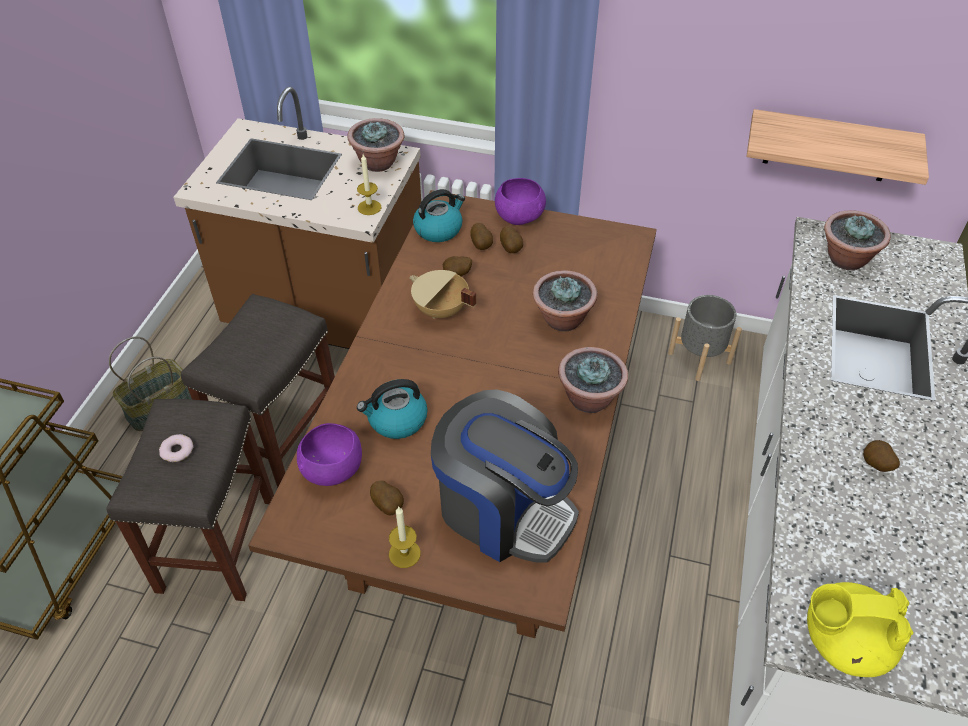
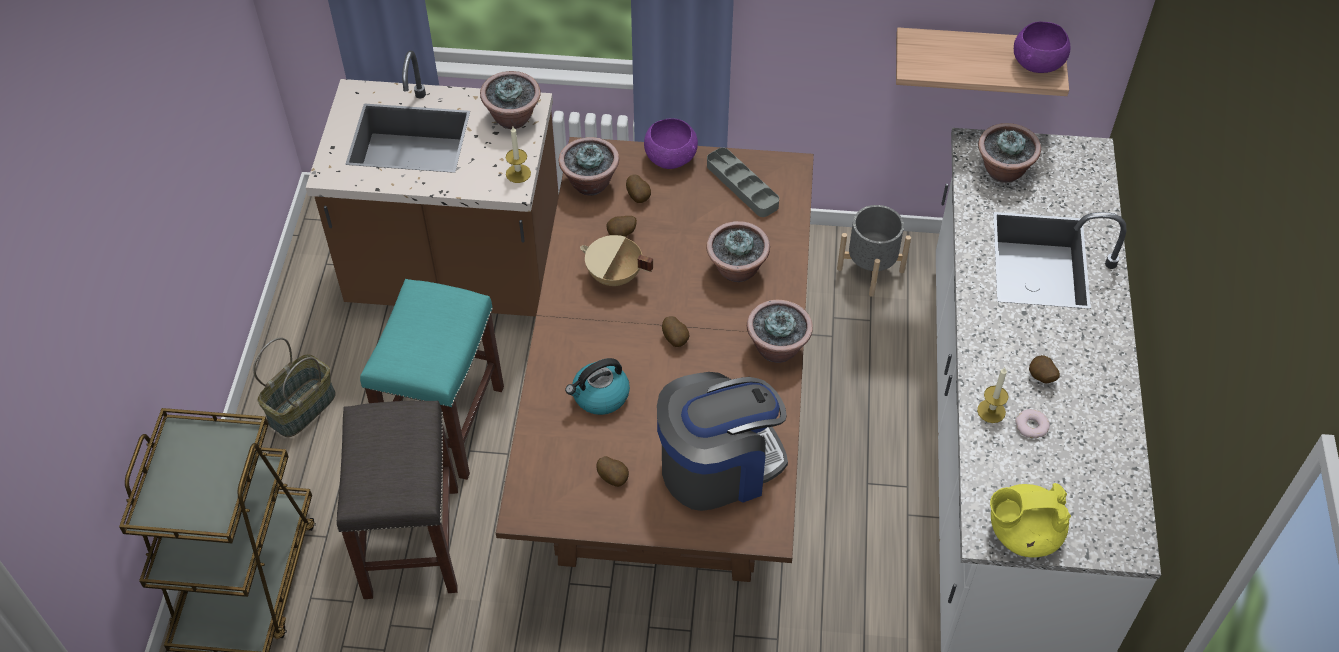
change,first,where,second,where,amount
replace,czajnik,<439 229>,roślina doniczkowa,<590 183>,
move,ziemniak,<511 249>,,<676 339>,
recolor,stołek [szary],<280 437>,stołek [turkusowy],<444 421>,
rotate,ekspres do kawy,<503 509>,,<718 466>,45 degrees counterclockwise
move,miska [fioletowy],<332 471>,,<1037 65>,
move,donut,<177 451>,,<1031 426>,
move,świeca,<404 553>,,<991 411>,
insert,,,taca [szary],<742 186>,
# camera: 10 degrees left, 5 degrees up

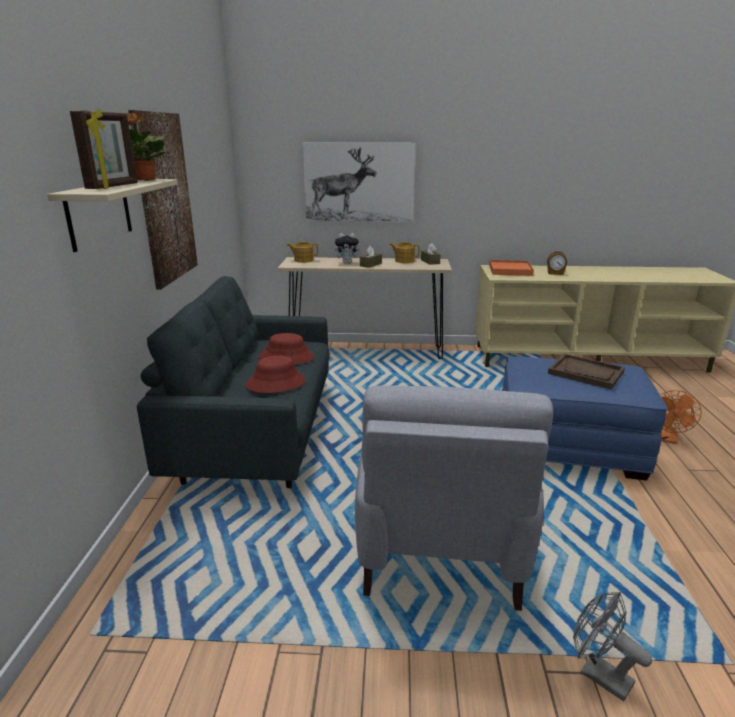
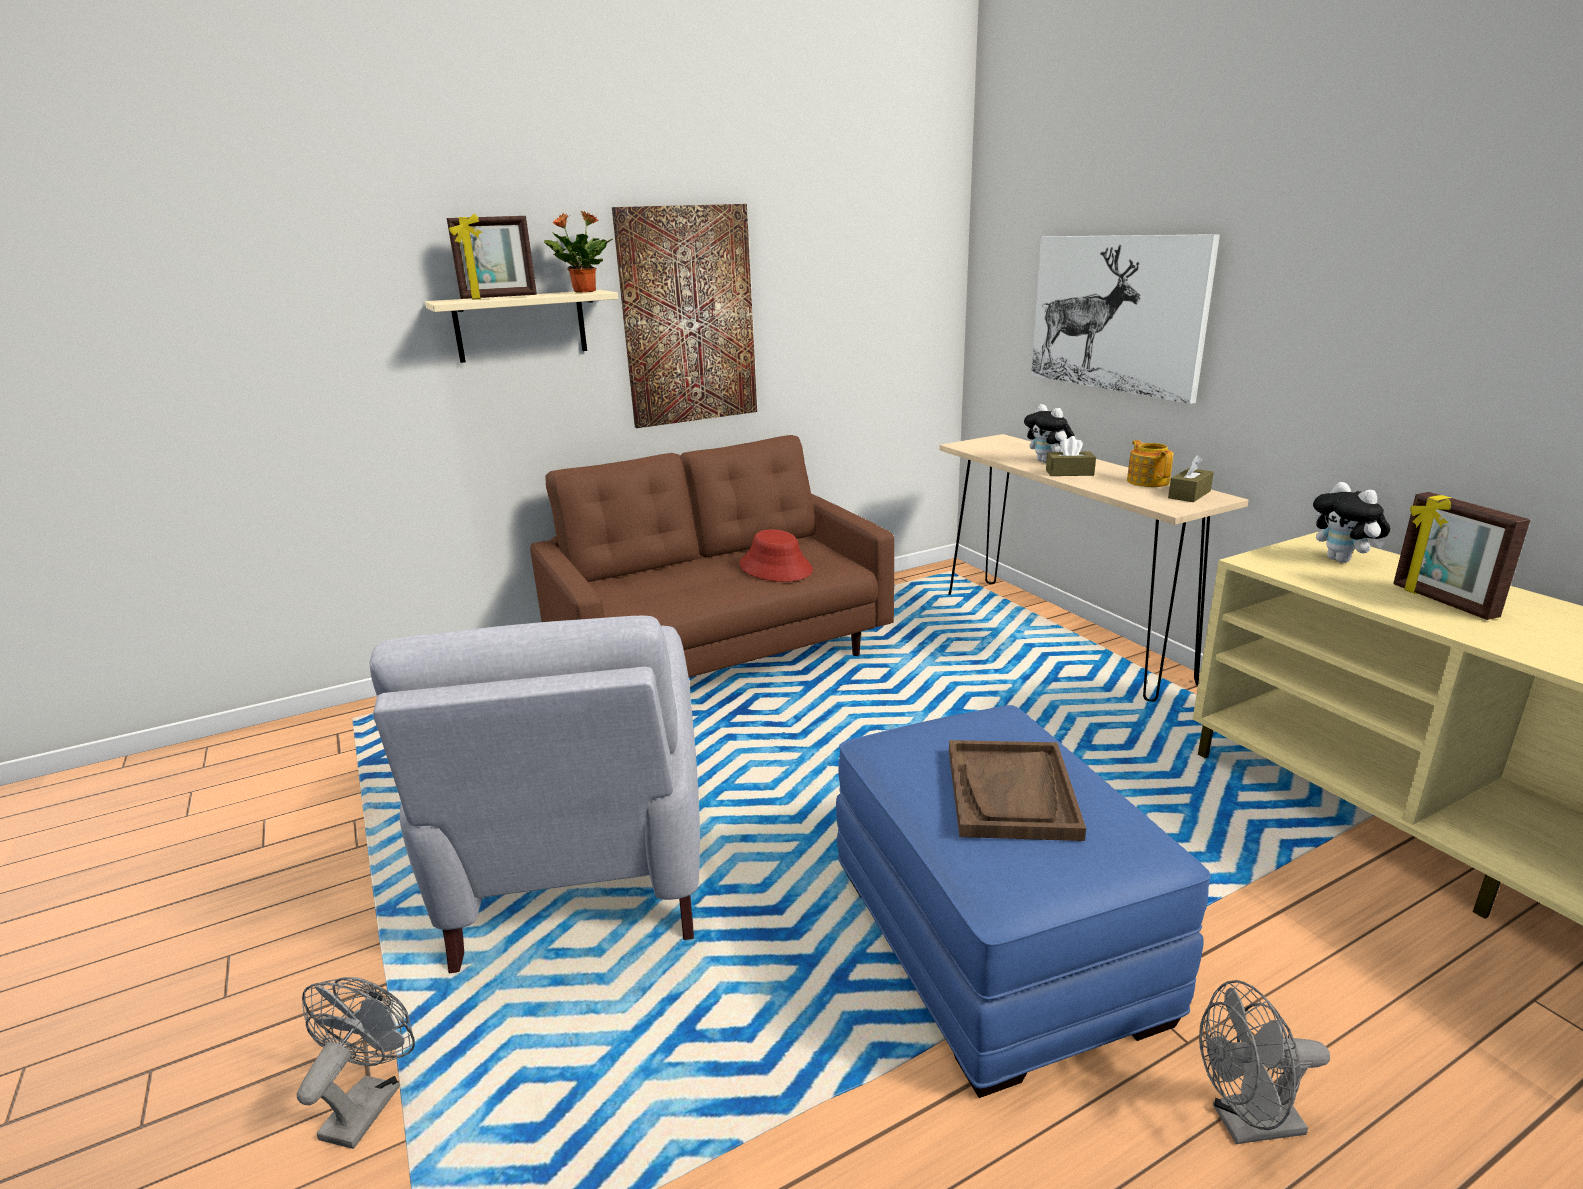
change,first,where,second,where,amount
delete,imbryk,<303 260>,,,
replace,budzik,<555 273>,ramka na zdjęcie,<1442 601>,
replace,taca [pomarańczowy],<510 270>,pluszak,<1342 560>,
recolor,kanapa [szary],<257 434>,kanapa [brązowy],<721 657>,
delete,kapelusz [czerwony],<275 383>,,,
rotate,fotel [szary],<440 544>,,<580 871>,75 degrees counterclockwise
recolor,wentylator [pomarańczowy],<668 439>,wentylator [szary],<1246 1123>,
# camera: 60 degrees right, 0 degrees up

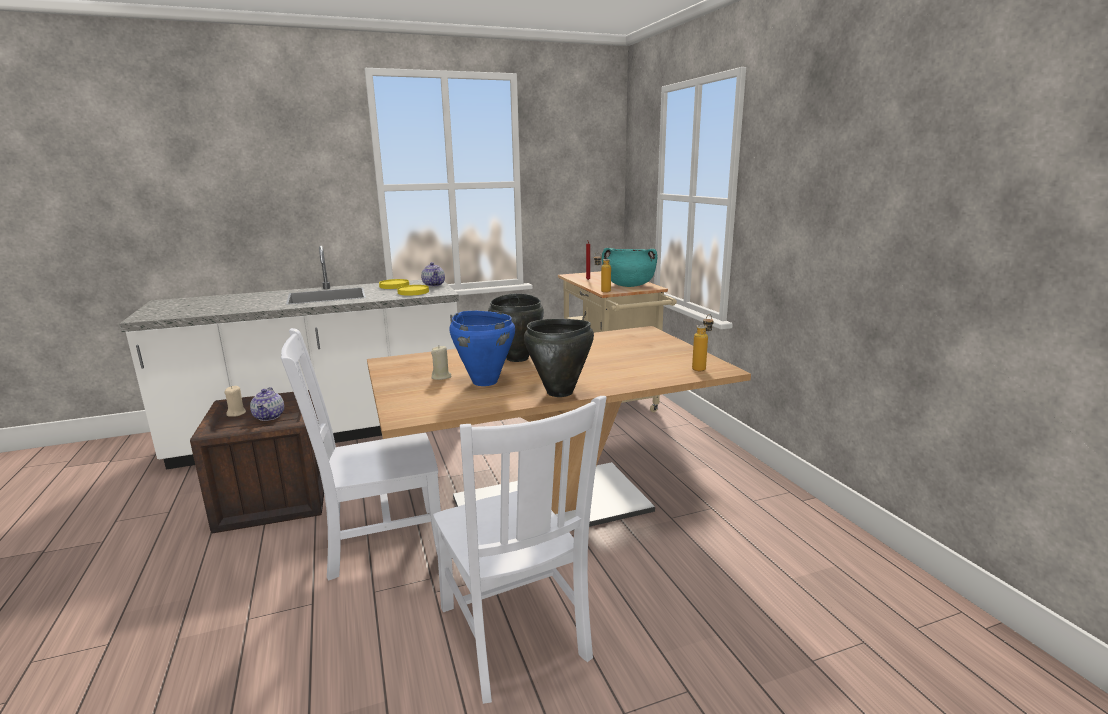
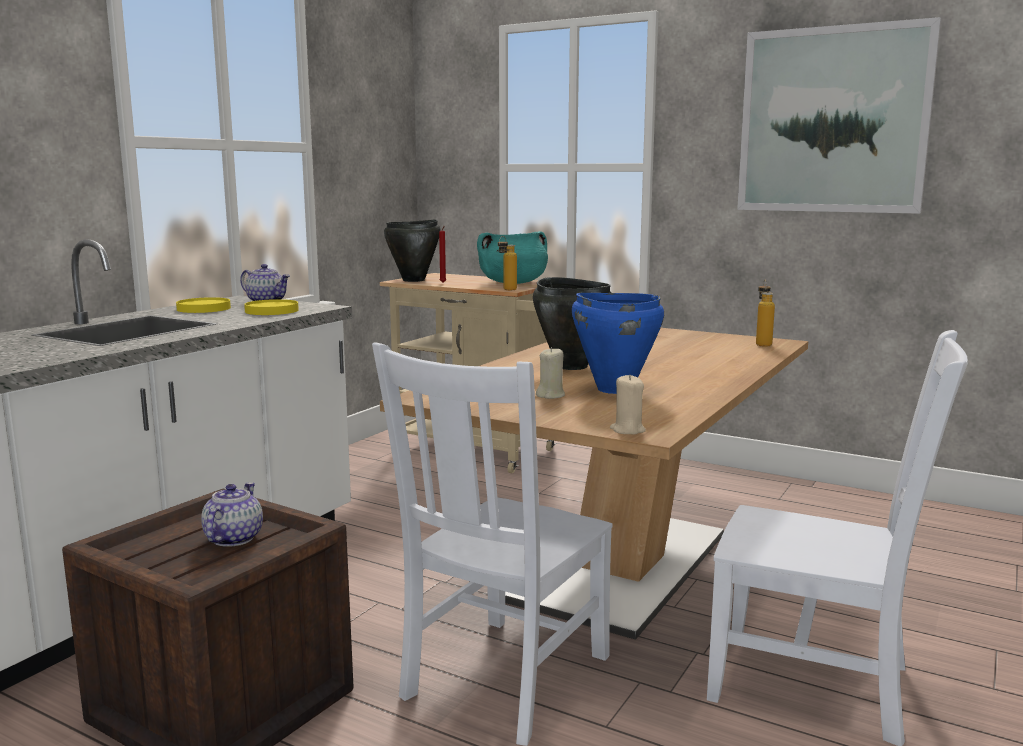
change,first,where,second,where,amount
move,garnek [czarny],<560 392>,,<414 280>,
move,świeca [beżowy],<236 413>,,<627 430>,
rotate,imbryk,<269 416>,,<233 538>,120 degrees counterclockwise
insert,,,obraz,<833 121>,
# camera: 40 degrees left, 5 degrees down

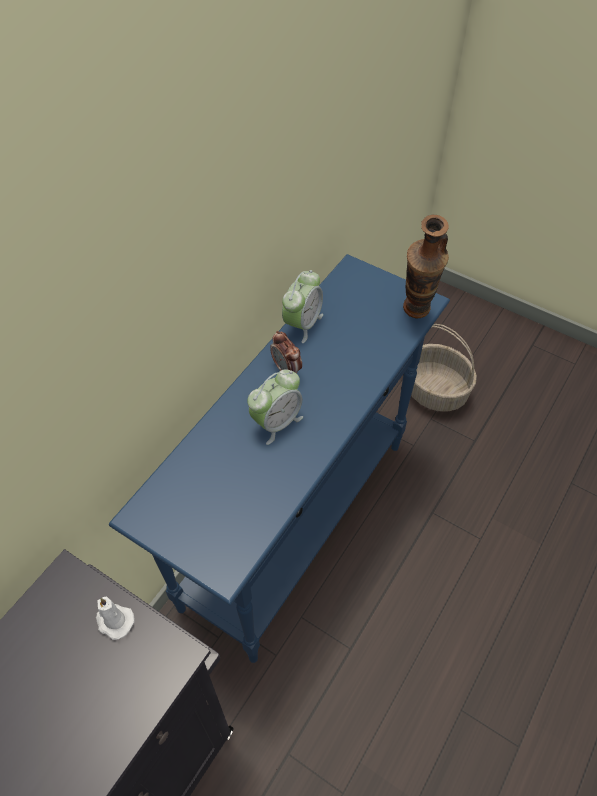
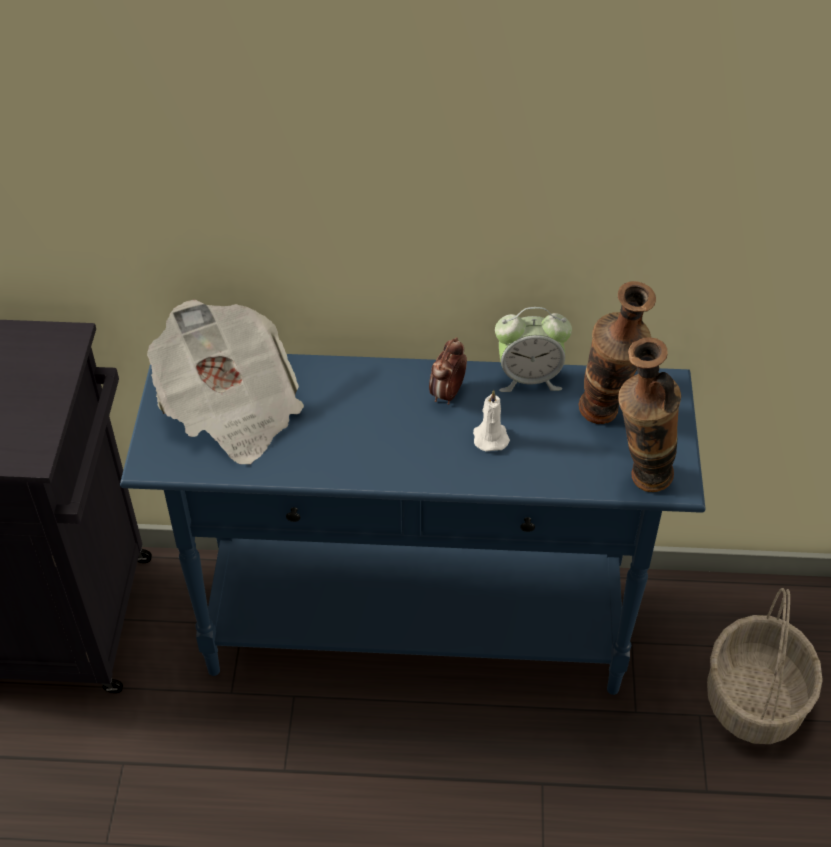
change,first,where,second,where,amount
delete,budzik,<276 422>,,,
move,świeca [biały],<114 621>,,<490 436>,
insert,,,wazon,<604 420>,
insert,,,gazeta,<230 408>,
# camera: 60 degrees right, 5 degrees down

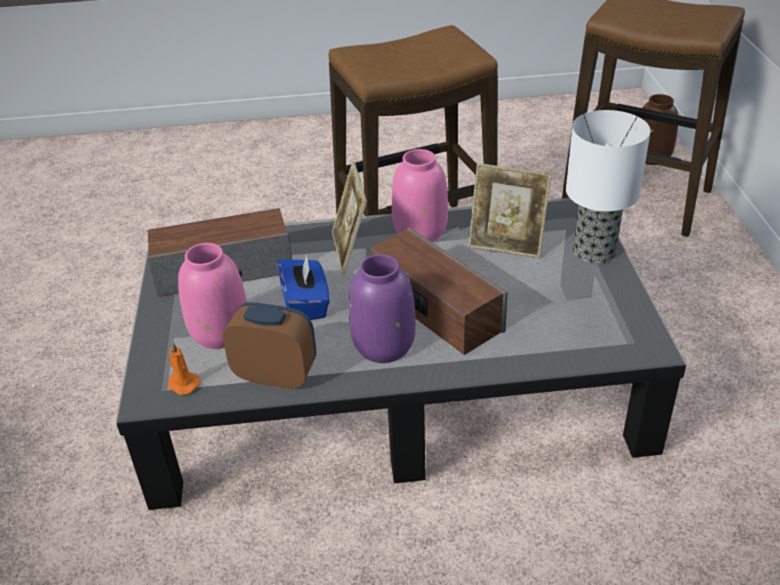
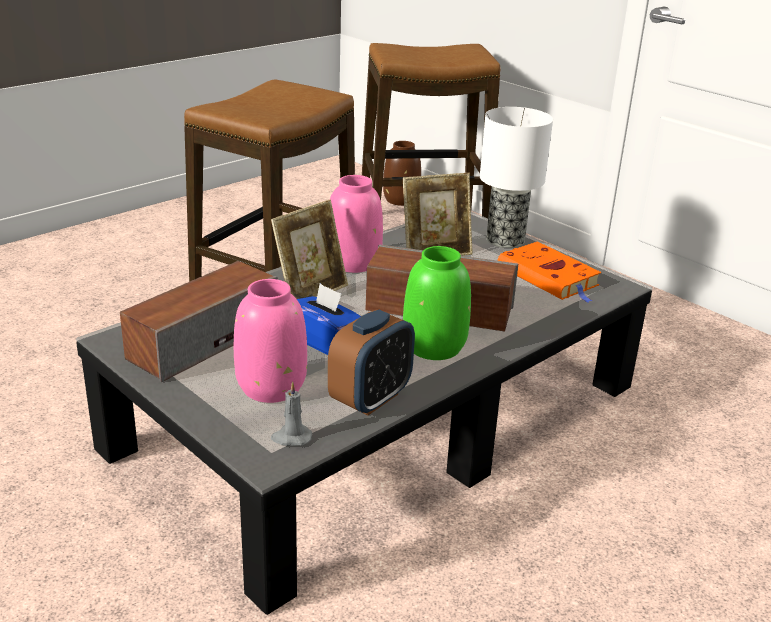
change,first,where,second,where,amount
rotate,ramka na zdjęcie,<350 252>,,<311 292>,90 degrees counterclockwise
recolor,wazon [fioletowy],<383 347>,wazon [zielony],<434 347>,
rotate,budzik,<275 375>,,<370 399>,150 degrees clockwise
recolor,świeca [pomarańczowy],<182 384>,świeca [szary],<291 437>,
insert,,,książka [pomarańczowy],<550 277>,
# camera: 40 degrees left, 10 degrees down

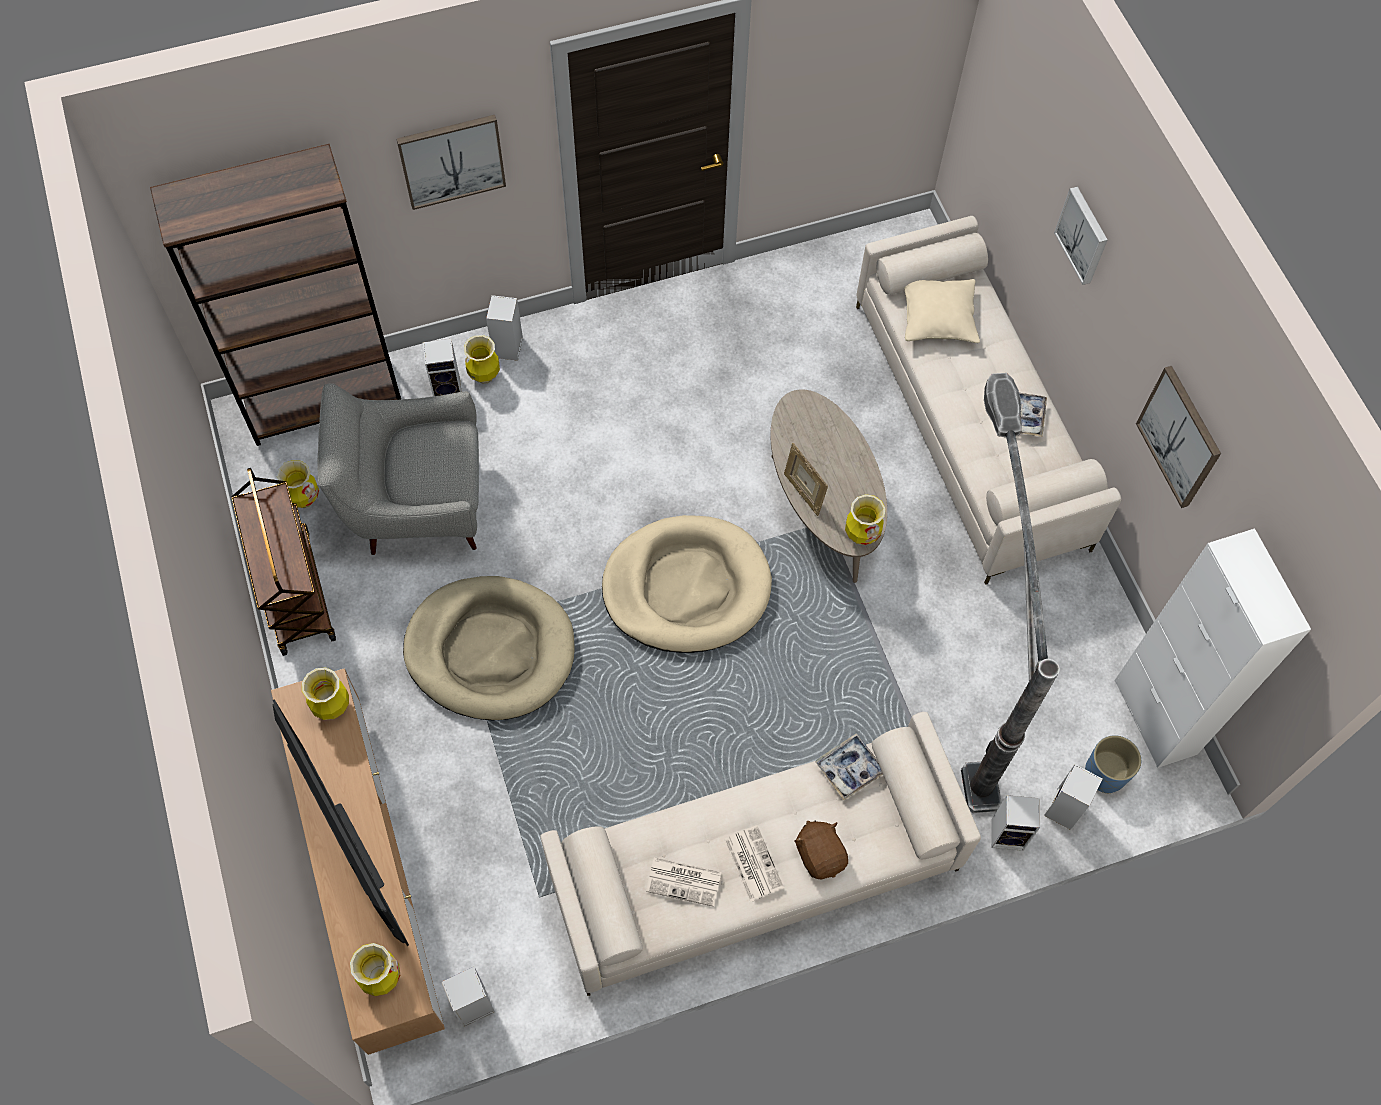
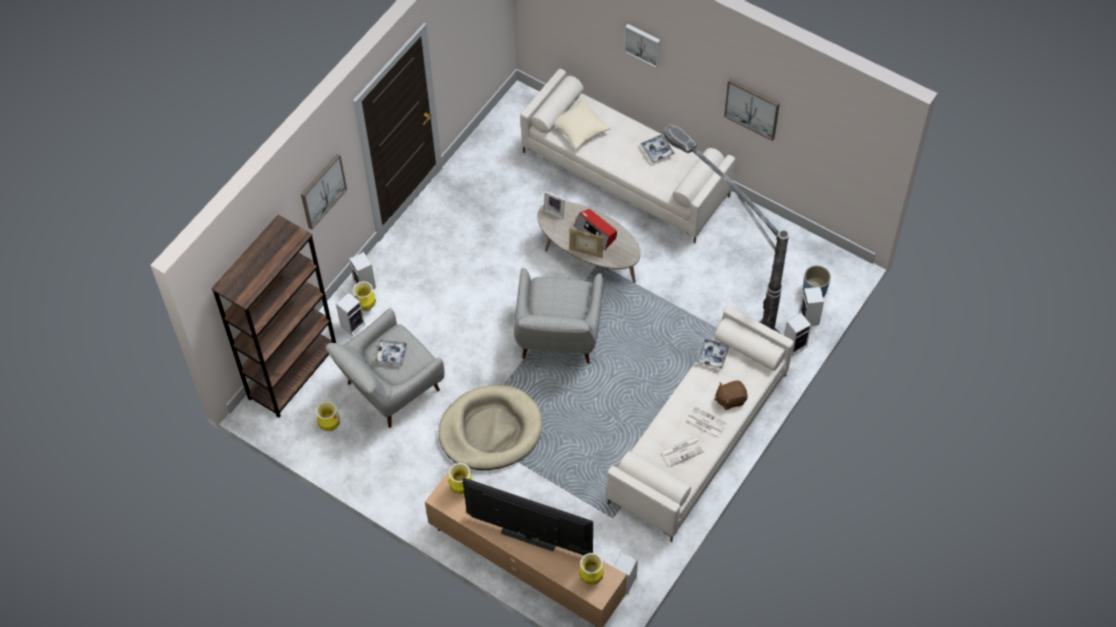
change,first,where,second,where,amount
delete,wózek [brązowy],<294 591>,,,
delete,wazon,<861 536>,,,
replace,legowisko [beżowy],<686 587>,fotel [szary],<558 338>,
delete,szafka [biały],<1155 717>,,,
rotate,pluszak [brązowy],<820 855>,,<730 399>,45 degrees counterclockwise
insert,,,ramka na zdjęcie,<555 211>,
insert,,,radio,<596 232>,
insert,,,taca,<391 354>,
# camera: 35 degrees left, 5 degrees down

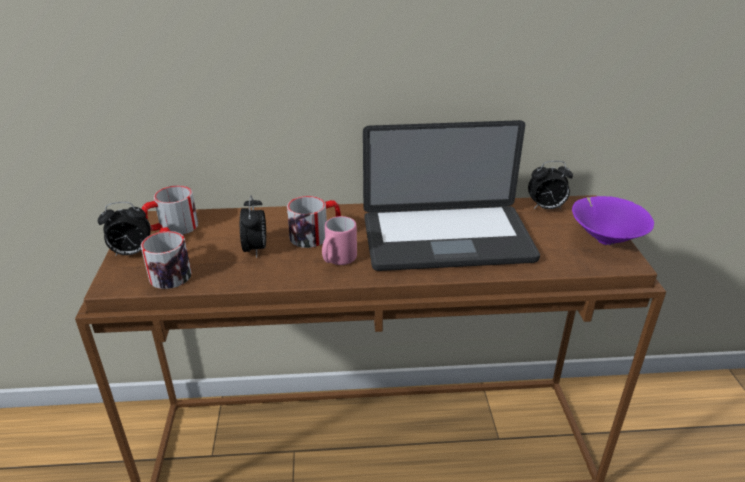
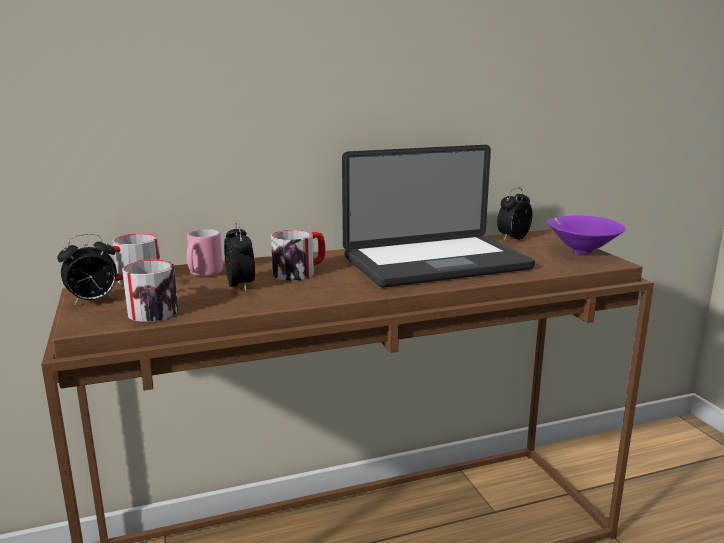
change,first,where,second,where,amount
rotate,budzik,<546 208>,,<512 239>,150 degrees clockwise
move,kubek [różowy],<338 260>,,<203 274>,
# camera: 15 degrees left, 15 degrees down

